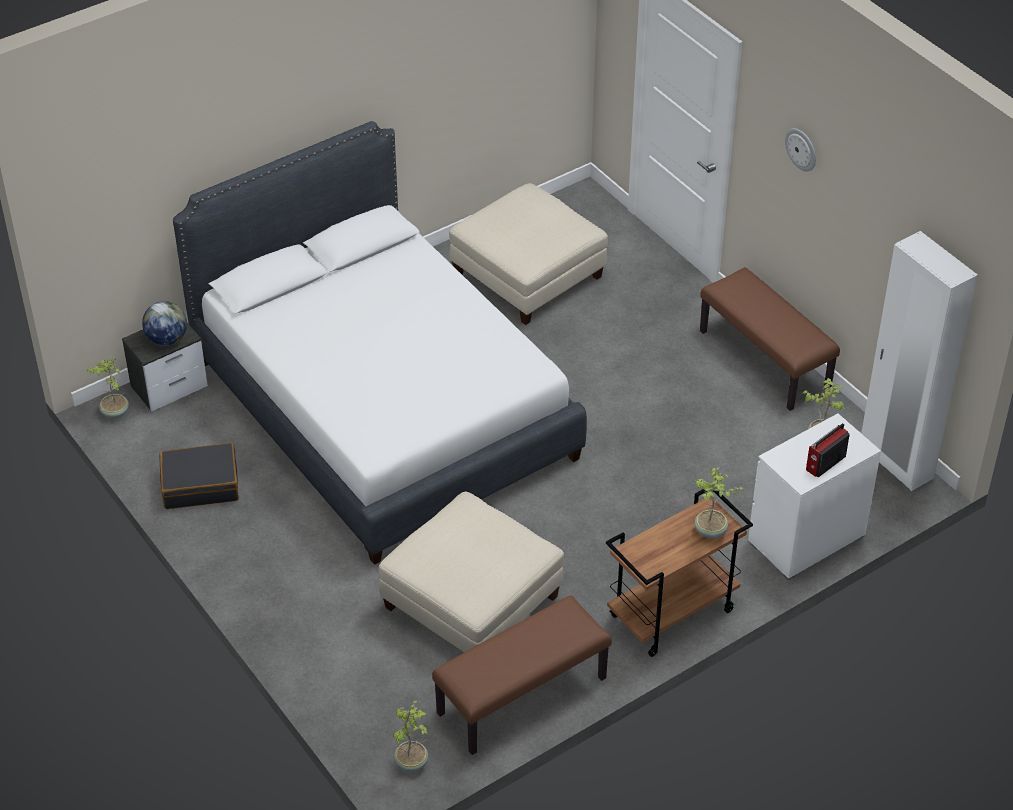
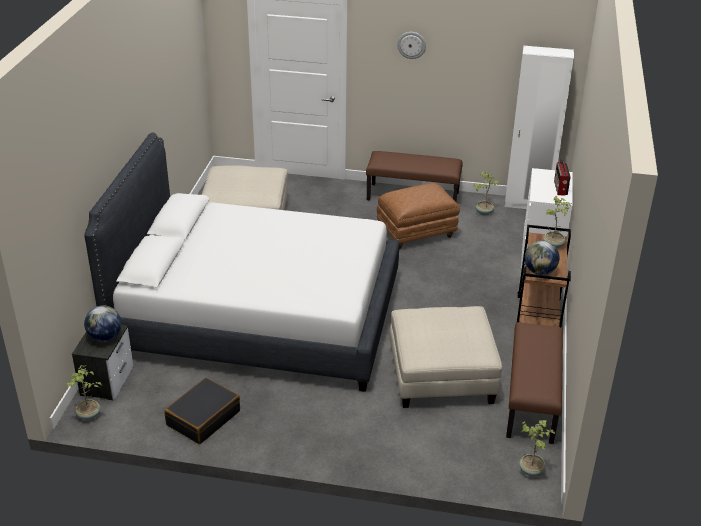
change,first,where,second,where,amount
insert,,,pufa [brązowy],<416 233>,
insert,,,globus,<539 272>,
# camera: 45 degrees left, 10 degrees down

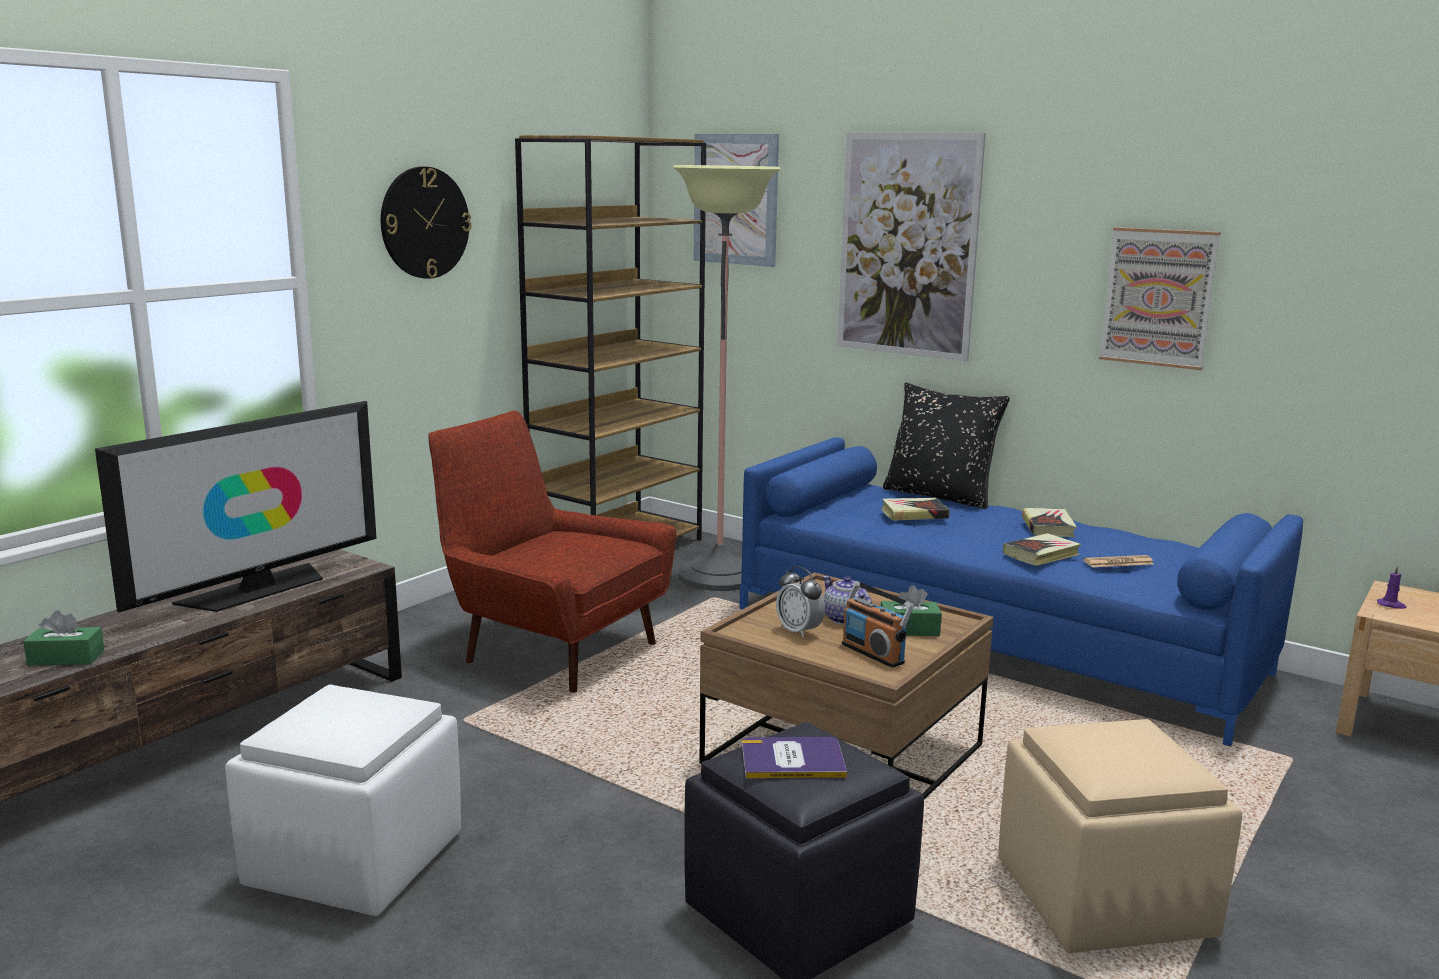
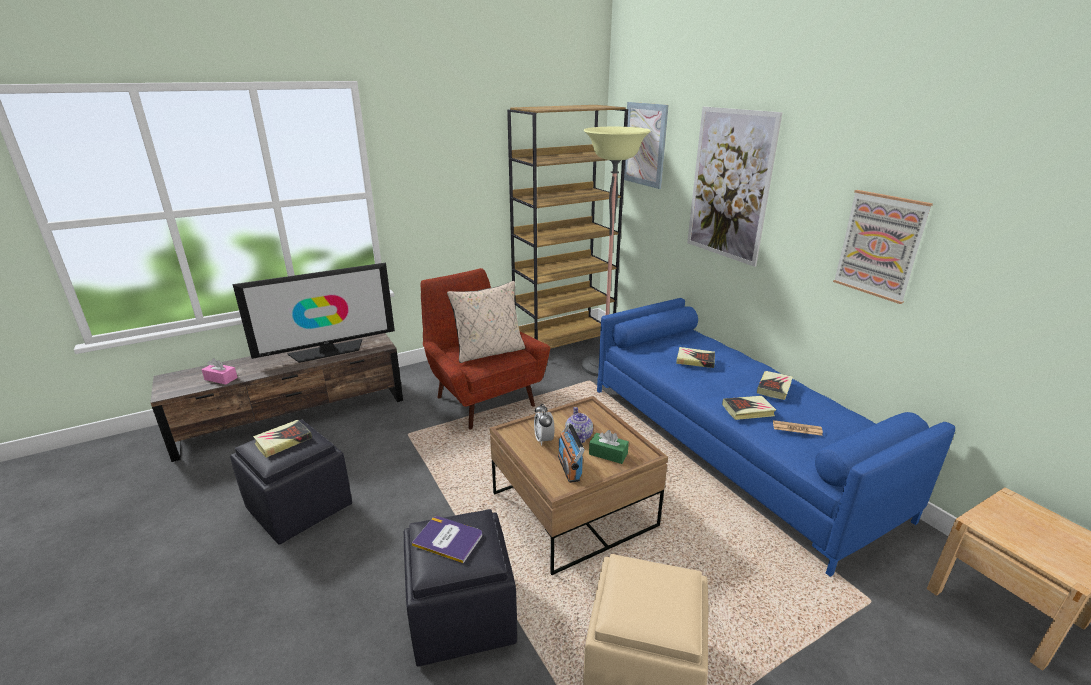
change,first,where,second,where,amount
delete,zegar ścienny,<424 223>,,,
delete,poduszka [czarny],<940 496>,,,
delete,świeca [fioletowy],<1391 605>,,,
recolor,pudełko chusteczek [zielony],<66 658>,pudełko chusteczek [różowy],<221 378>,
recolor,pufa [biały],<354 860>,pufa [czarny],<300 506>,
insert,,,poduszka [beżowy],<489 352>,
insert,,,książka,<283 441>,
# camera: 25 degrees right, 10 degrees up

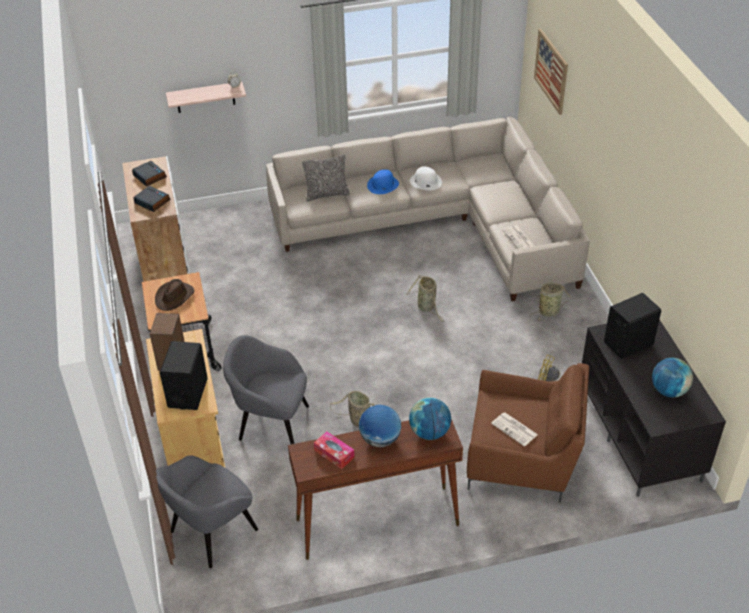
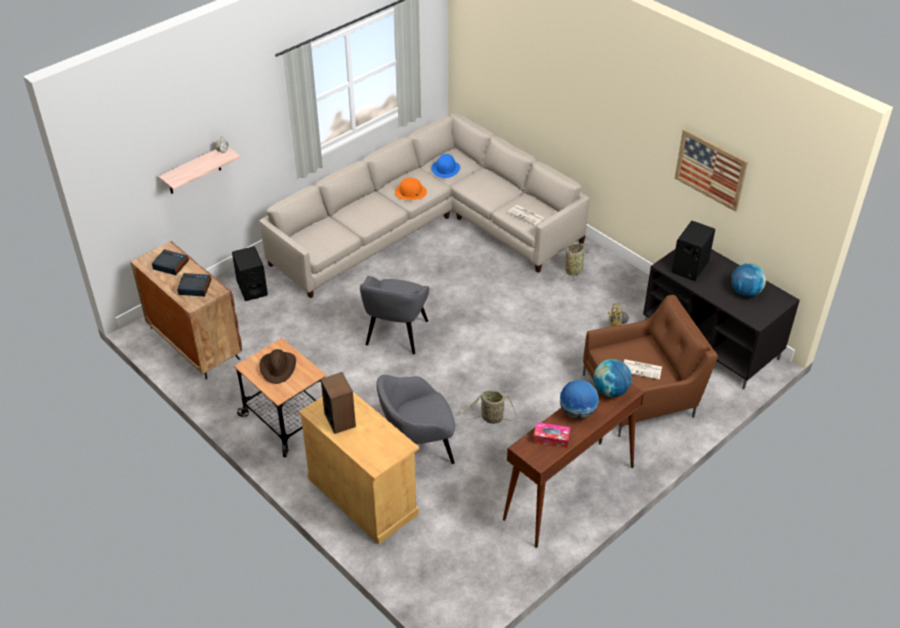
change,first,where,second,where,amount
move,obraz,<551 71>,,<710 169>,
delete,poduszka,<327 194>,,,
recolor,szafka [biały],<163 256>,szafka [brązowy],<194 343>,
recolor,kapelusz [biały],<425 181>,kapelusz [pomarańczowy],<410 192>,
move,kapelusz [niebieski],<383 185>,,<445 169>,
delete,koszyk,<427 307>,,,
move,głośnik [czarny],<187 393>,,<252 288>,
move,fotel [szary],<212 532>,,<396 334>,
# camera: 30 degrees left, 0 degrees up

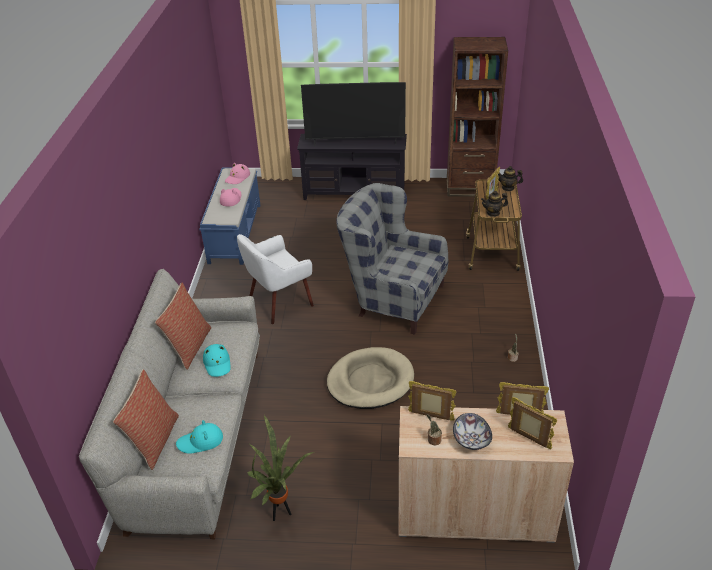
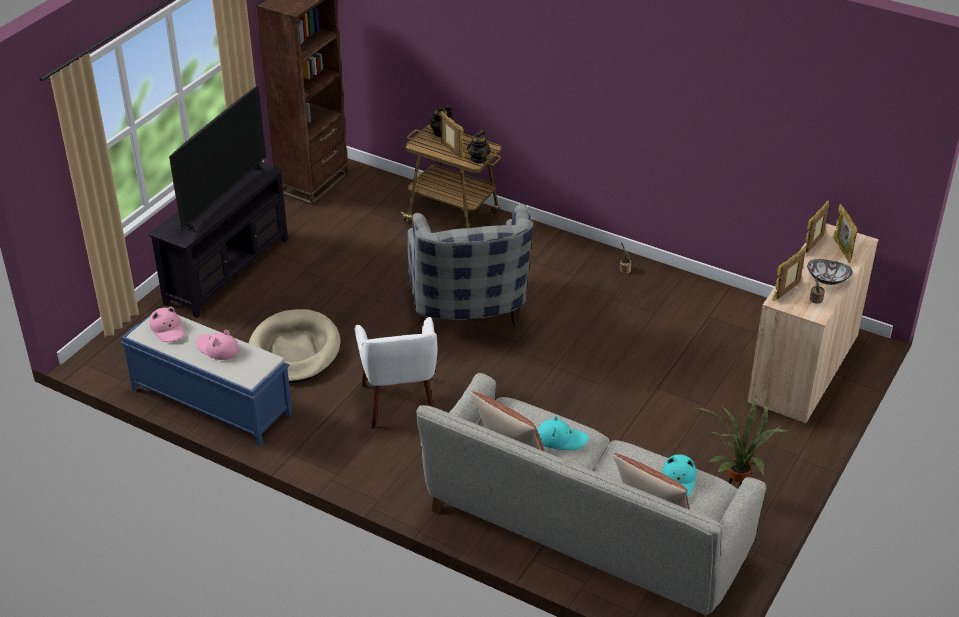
change,first,where,second,where,amount
rotate,fotel [szary],<392 298>,,<468 314>,60 degrees counterclockwise
move,legowisko [beżowy],<370 381>,,<294 351>,
rotate,ramka na zdjęcie,<528 439>,,<842 250>,75 degrees counterclockwise
# camera: 65 degrees left, 0 degrees up

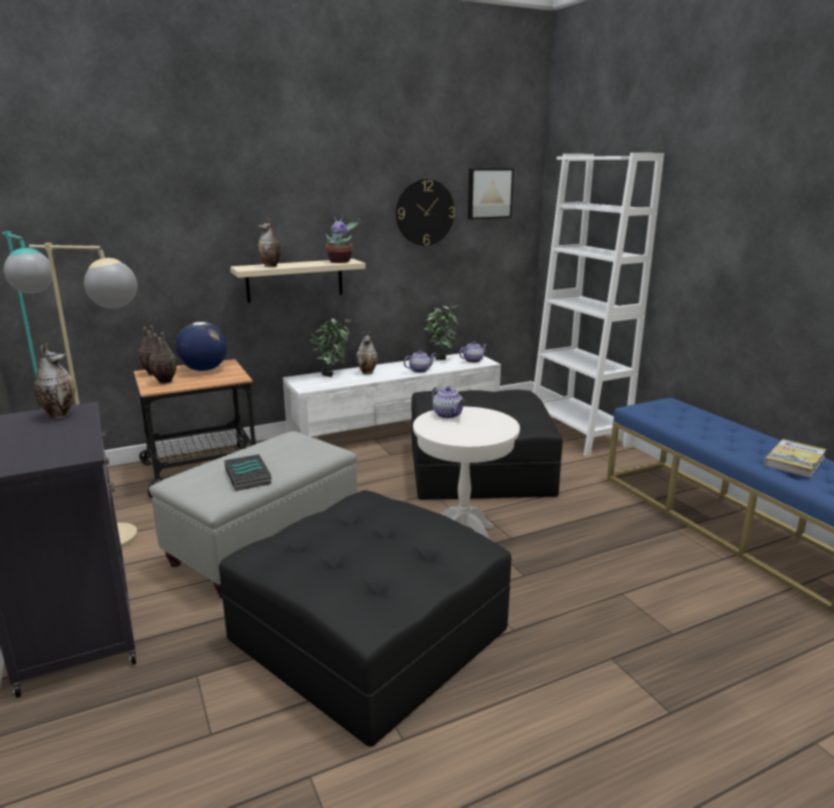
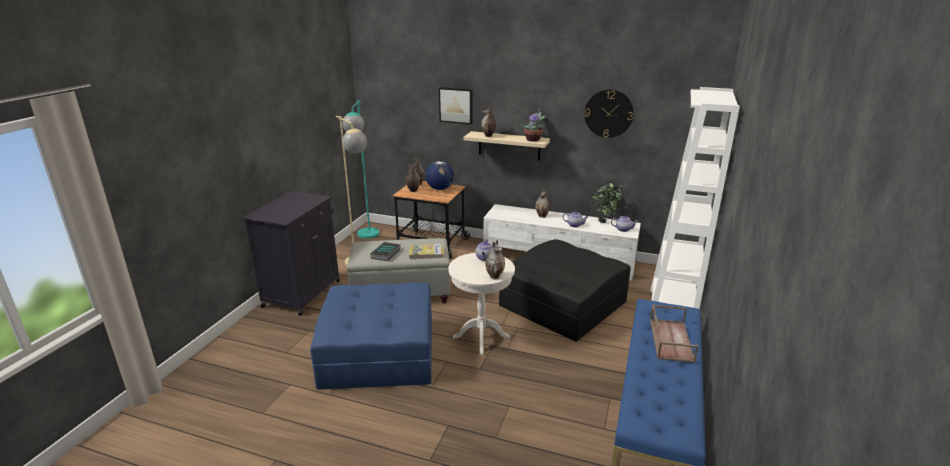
change,first,where,second,where,amount
move,obraz,<489 193>,,<456 105>,
delete,roślina doniczkowa,<332 375>,,,
move,wazon,<59 414>,,<495 276>,
move,książka,<794 461>,,<426 253>,
recolor,pufa [czarny],<370 632>,pufa [niebieski],<379 351>,
insert,,,taca [brązowy],<670 339>,
# camera: 45 degrees right, 5 degrees up

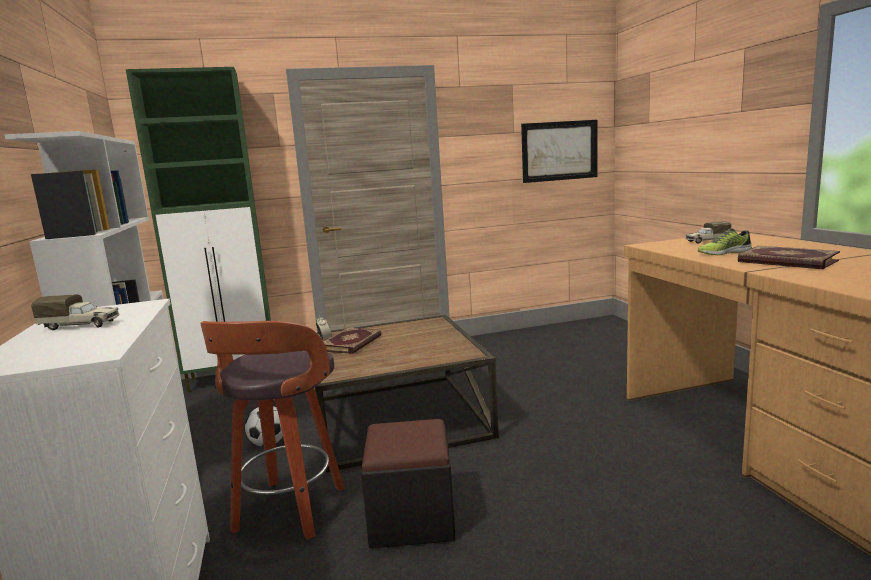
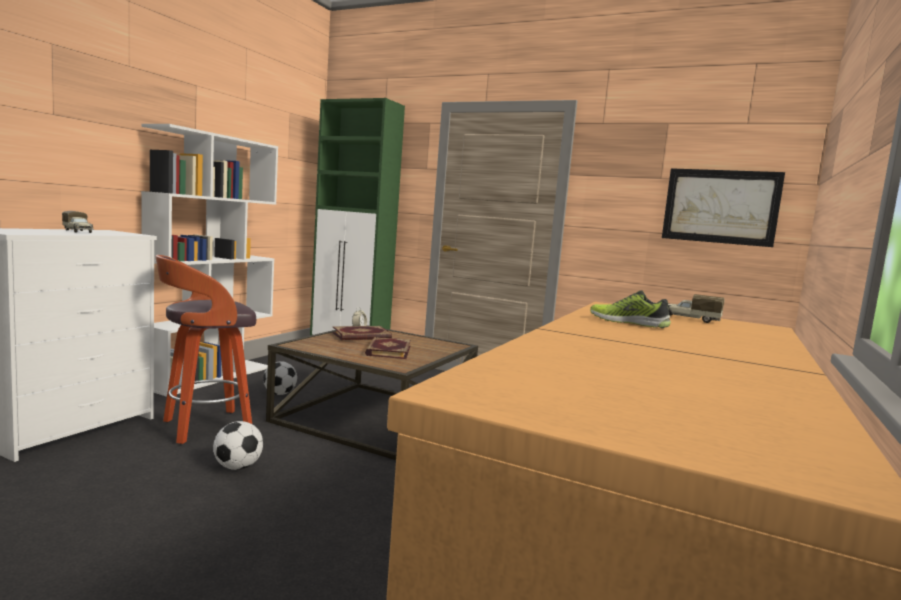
change,first,where,second,where,amount
move,książka,<786 261>,,<387 350>,
replace,pufa [czarny],<412 518>,piłka futbolowa,<238 467>,
# camera: 40 degrees right, 5 degrees down

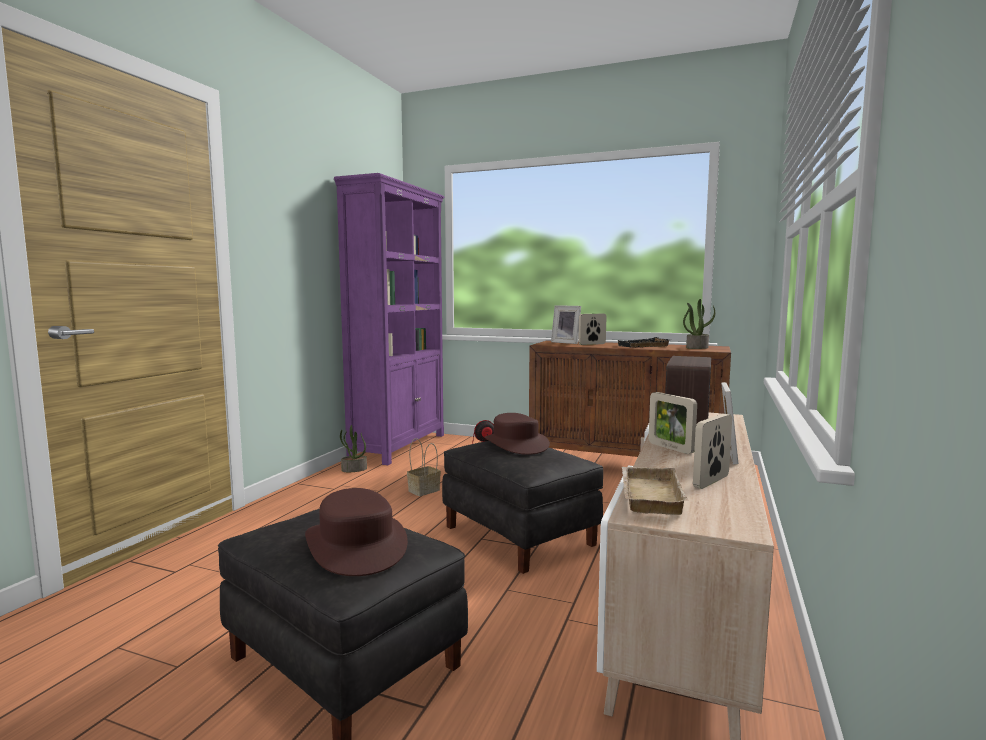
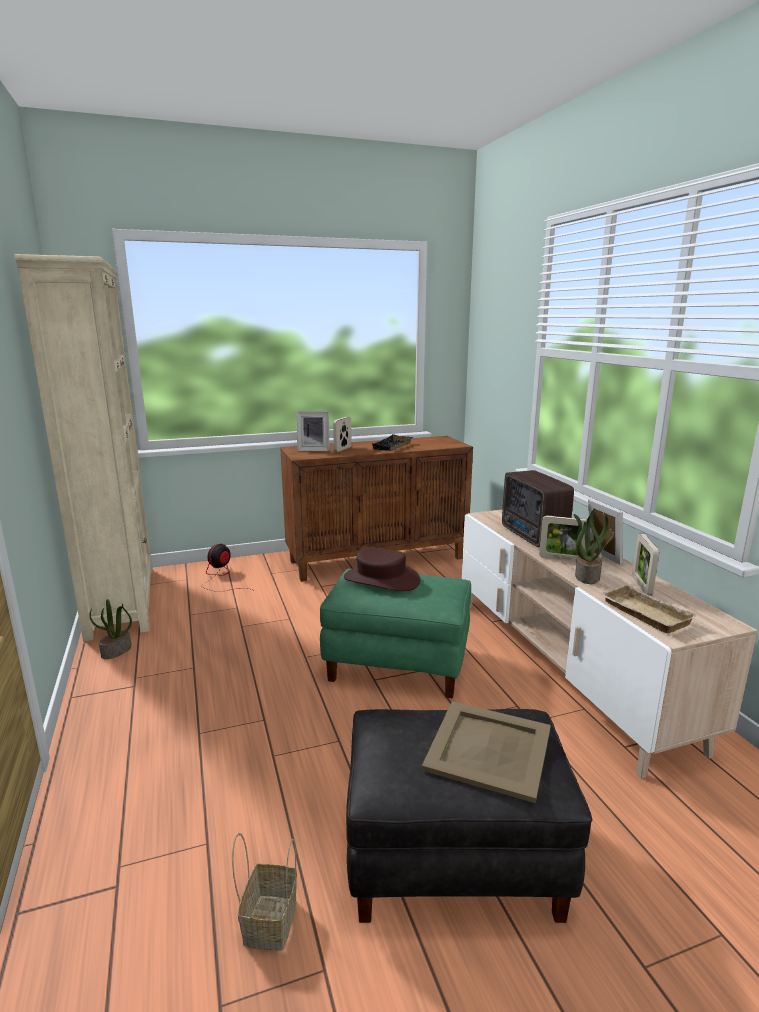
change,first,where,second,where,amount
recolor,regał [fioletowy],<399 446>,regał [beżowy],<122 601>,
move,roślina doniczkowa,<697 347>,,<586 576>,
move,koszyk,<424 490>,,<270 920>,
recolor,pufa [czarny],<520 535>,pufa [zielony],<398 663>,
replace,kapelusz [brązowy],<356 545>,taca [beżowy],<490 748>,
# camera: 40 degrees left, 10 degrees up

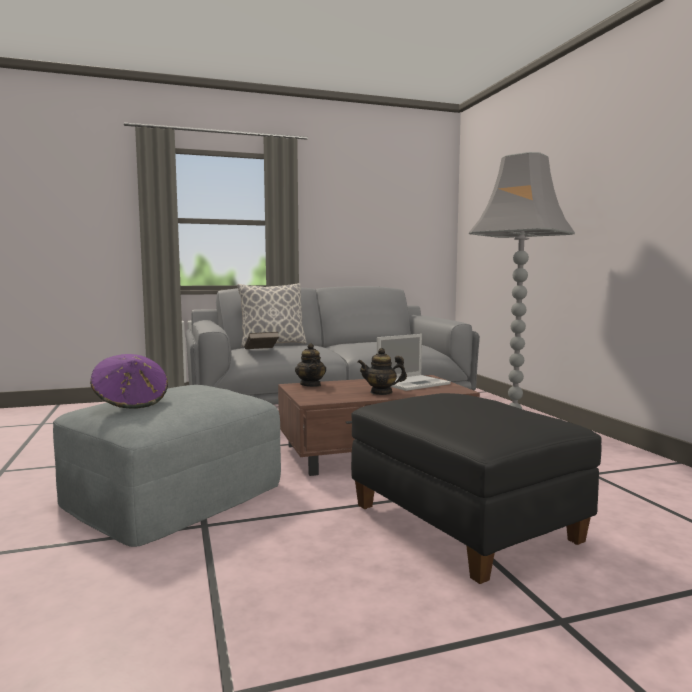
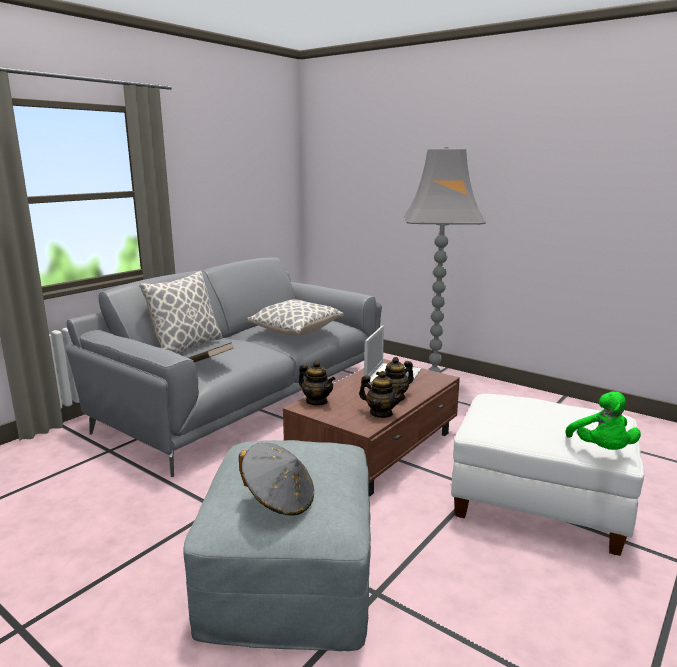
change,first,where,second,where,amount
recolor,kapelusz [fioletowy],<131 402>,kapelusz [szary],<279 500>,
recolor,pufa [czarny],<464 524>,pufa [biały],<539 505>,
insert,,,poduszka,<296 331>,
insert,,,imbryk,<381 413>,
insert,,,pluszak [zielony],<601 450>,
# camera: 35 degrees left, 10 degrees up

